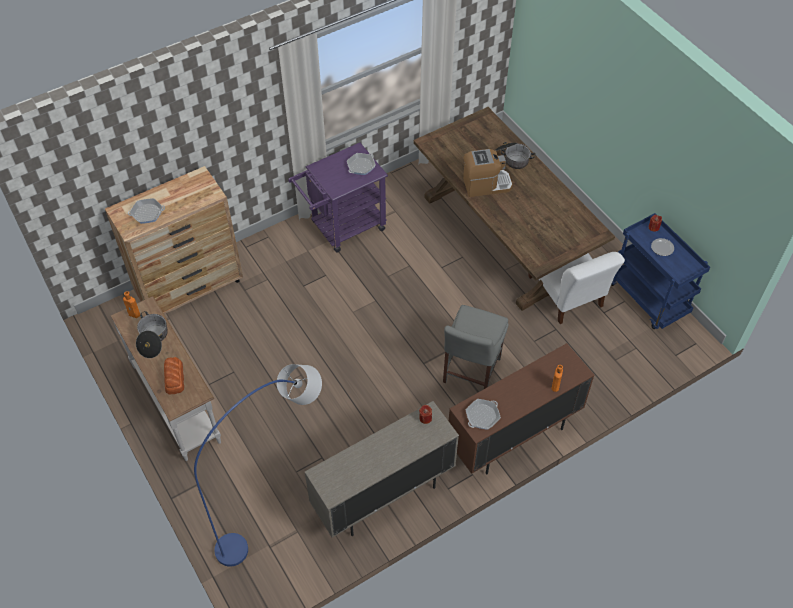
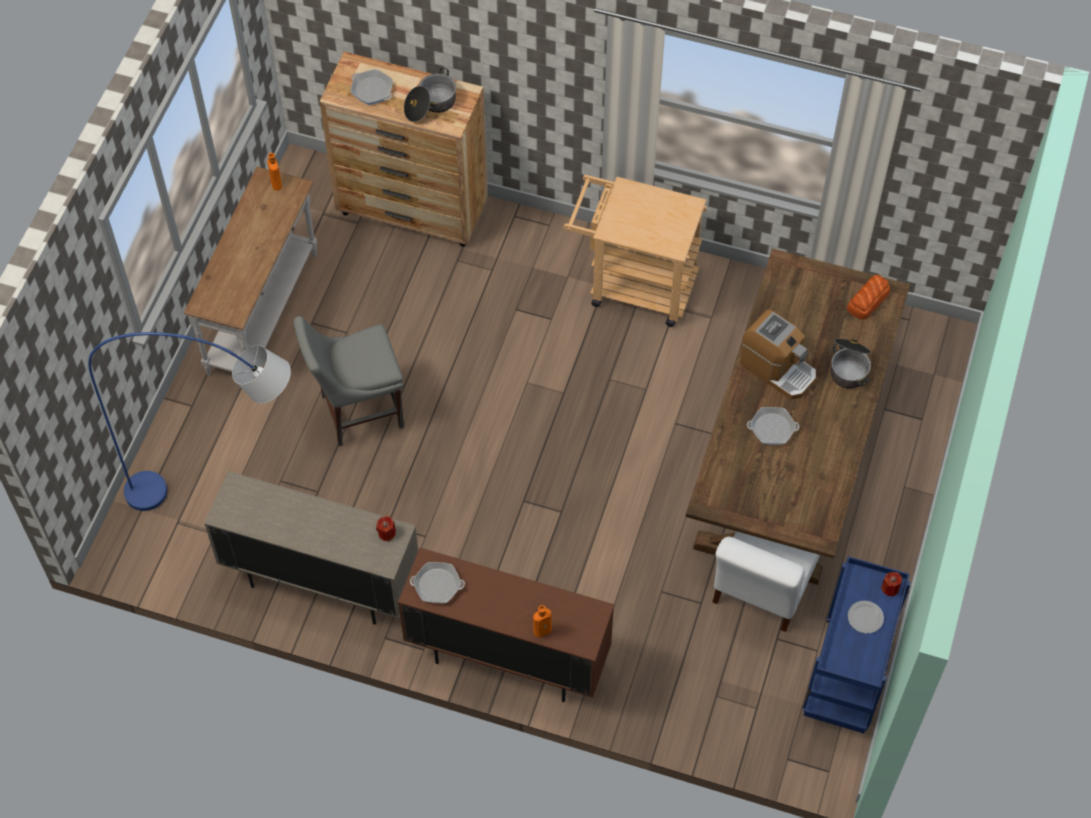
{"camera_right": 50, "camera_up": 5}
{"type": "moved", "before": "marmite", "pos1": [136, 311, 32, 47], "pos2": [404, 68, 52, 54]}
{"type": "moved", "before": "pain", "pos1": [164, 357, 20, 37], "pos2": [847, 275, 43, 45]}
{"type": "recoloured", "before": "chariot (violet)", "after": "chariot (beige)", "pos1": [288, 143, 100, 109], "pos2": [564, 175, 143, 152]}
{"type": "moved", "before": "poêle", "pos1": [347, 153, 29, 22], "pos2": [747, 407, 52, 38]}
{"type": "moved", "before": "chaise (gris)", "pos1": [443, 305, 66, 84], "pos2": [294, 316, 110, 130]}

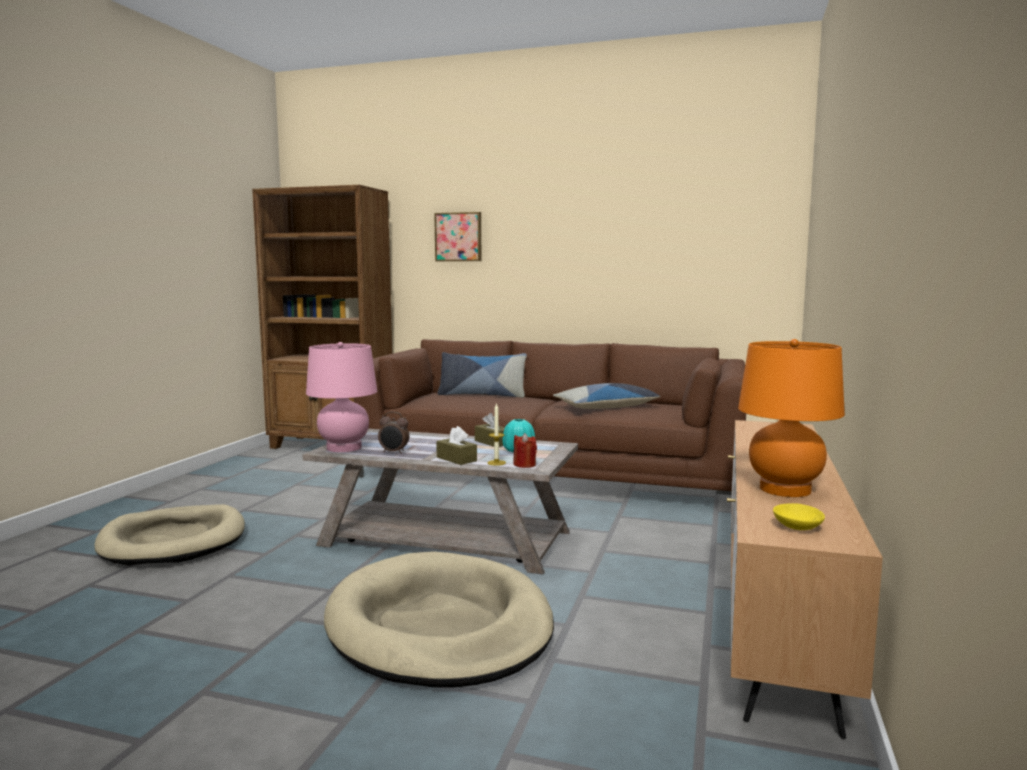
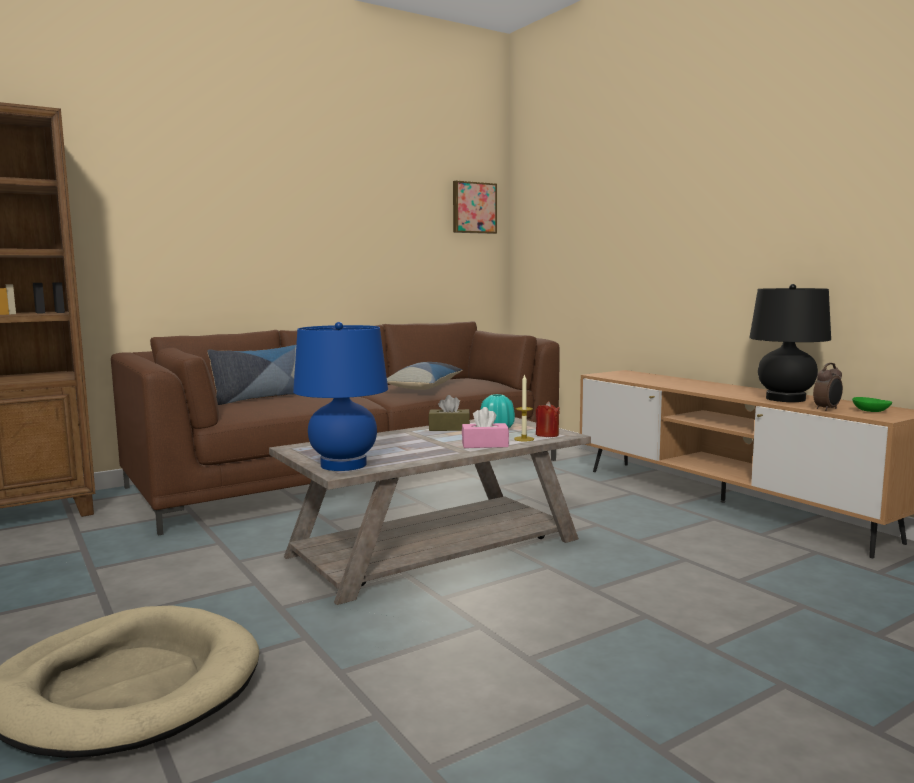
{"camera_right": -50, "camera_up": 0}
{"type": "recoloured", "before": "lampe de table (rose)", "after": "lampe de table (bleu)", "pos1": [306, 342, 71, 110], "pos2": [293, 322, 95, 149]}
{"type": "removed", "before": "panier pour chien (beige)", "pos1": [324, 551, 230, 137]}
{"type": "moved", "before": "réveil", "pos1": [378, 412, 31, 42], "pos2": [813, 363, 30, 48]}
{"type": "moved", "before": "tableau", "pos1": [434, 212, 47, 49], "pos2": [453, 180, 44, 54]}
{"type": "recoloured", "before": "boîte à mouchoirs (marron)", "after": "boîte à mouchoirs (rose)", "pos1": [436, 426, 41, 39], "pos2": [462, 407, 47, 41]}
{"type": "recoloured", "before": "lampe de table (orange)", "after": "lampe de table (noir)", "pos1": [738, 339, 107, 158], "pos2": [749, 284, 82, 118]}
{"type": "recoloured", "before": "bol (jaune)", "after": "bol (vert)", "pos1": [773, 503, 52, 27], "pos2": [852, 397, 40, 15]}

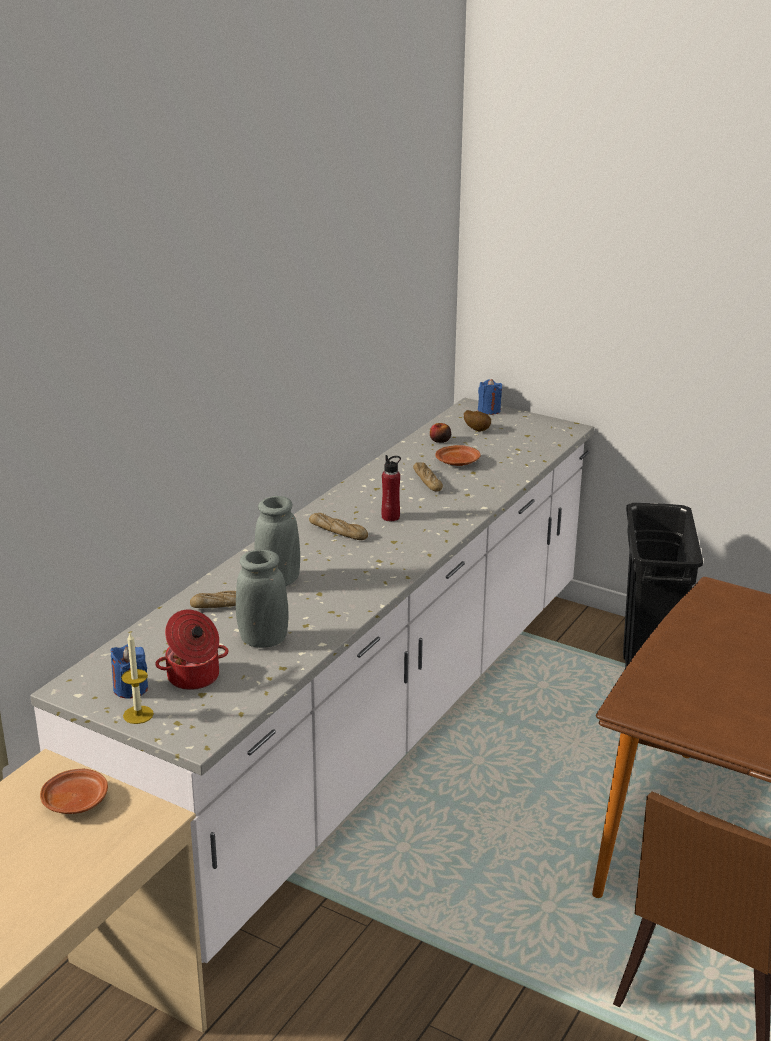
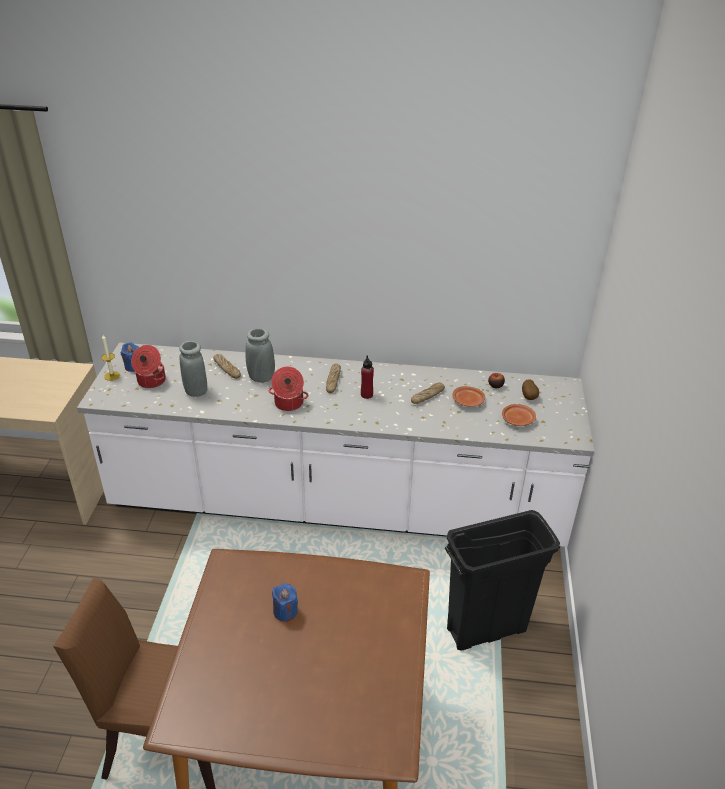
{"camera_right": 65, "camera_up": 10}
{"type": "moved", "before": "assiette (marron)", "pos1": [40, 769, 68, 45], "pos2": [502, 404, 34, 22]}
{"type": "moved", "before": "bougie (bleu)", "pos1": [478, 379, 24, 36], "pos2": [272, 583, 26, 38]}
{"type": "added", "after": "marmite", "pos2": [269, 367, 39, 44]}

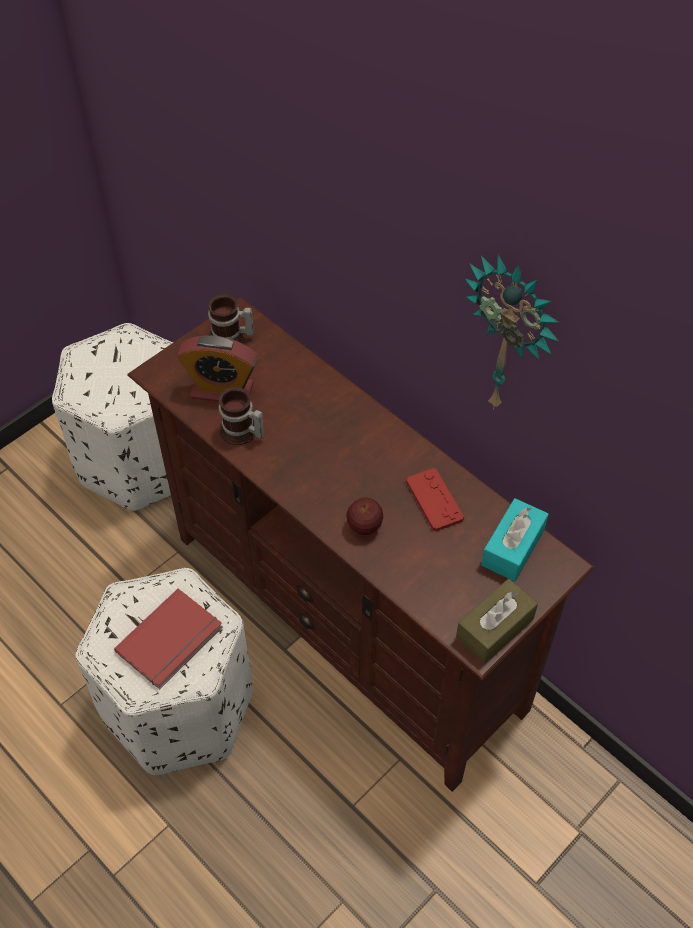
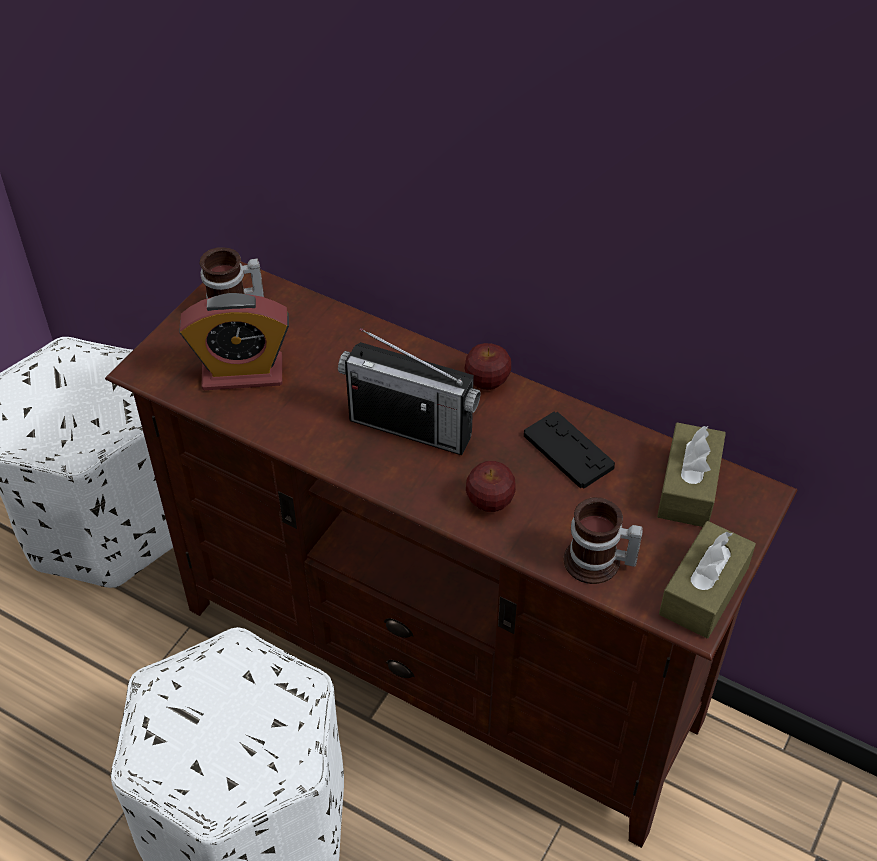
{"camera_right": -15, "camera_up": -5}
{"type": "removed", "before": "livre (rouge)", "pos1": [114, 588, 108, 101]}
{"type": "moved", "before": "mug", "pos1": [219, 387, 45, 58], "pos2": [564, 497, 79, 87]}
{"type": "recoloured", "before": "manette (rouge)", "after": "manette (noir)", "pos1": [406, 468, 58, 64], "pos2": [524, 411, 91, 78]}
{"type": "removed", "before": "horloge murale", "pos1": [465, 255, 94, 155]}
{"type": "recoloured", "before": "boîte à mouchoirs (turquoise)", "after": "boîte à mouchoirs (marron)", "pos1": [481, 498, 68, 83], "pos2": [657, 422, 69, 105]}
{"type": "added", "after": "radio", "pos2": [338, 328, 143, 127]}
{"type": "added", "after": "pomme", "pos2": [464, 343, 47, 47]}

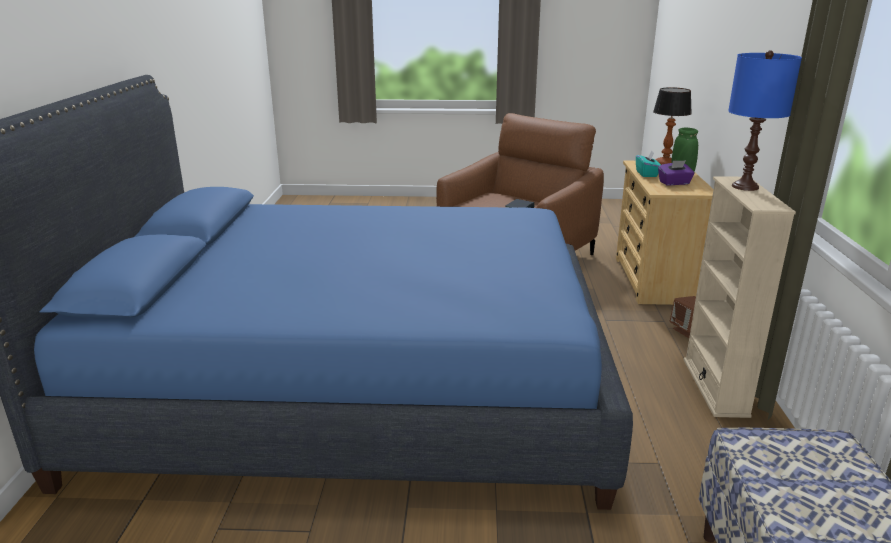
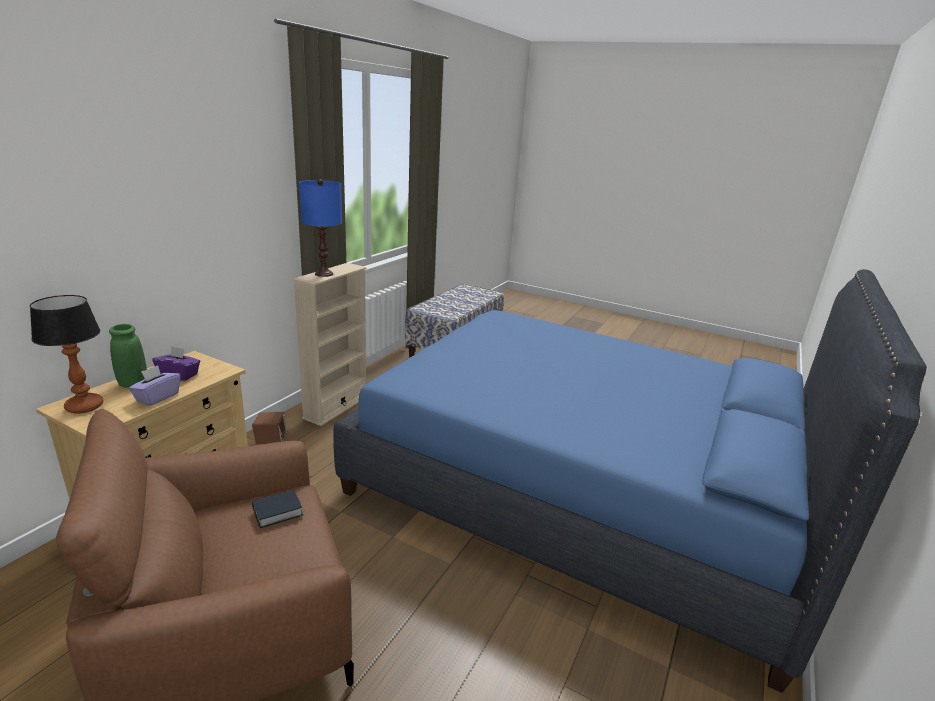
{"camera_right": -155, "camera_up": 0}
{"type": "recoloured", "before": "boîte à mouchoirs (turquoise)", "after": "boîte à mouchoirs (violet)", "pos1": [636, 150, 25, 27], "pos2": [129, 365, 51, 41]}

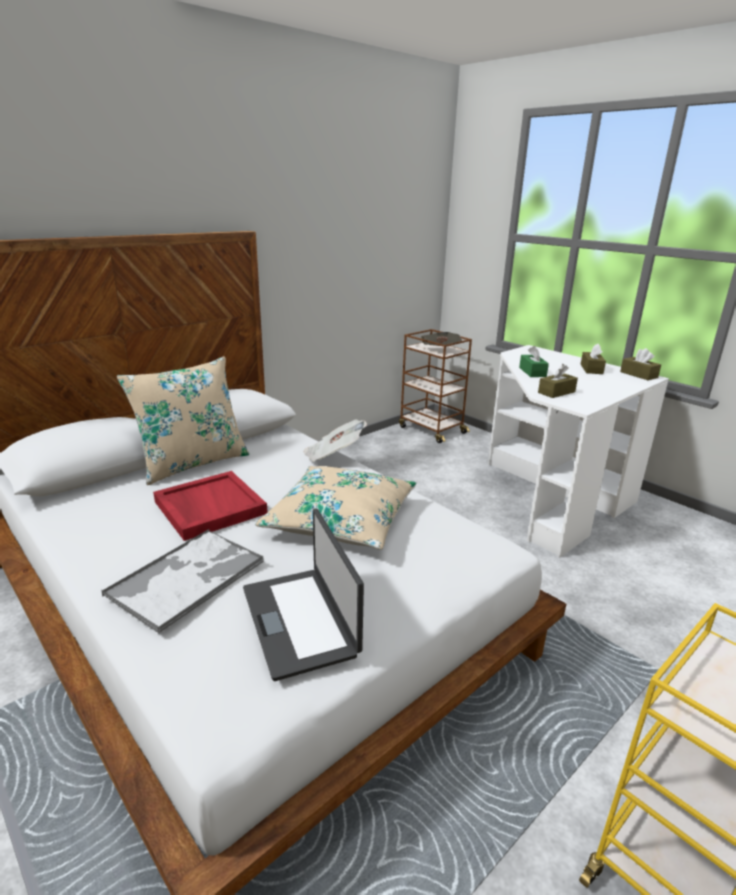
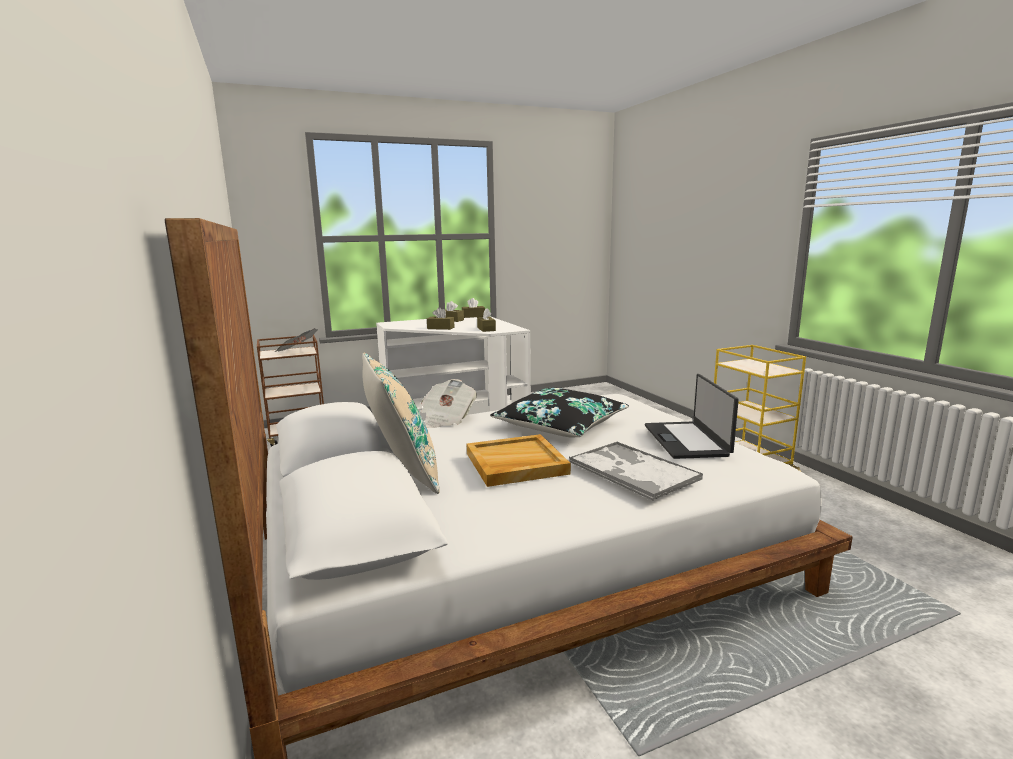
{"camera_right": -70, "camera_up": -10}
{"type": "recoloured", "before": "plateau (rouge)", "after": "plateau (beige)", "pos1": [153, 471, 114, 70], "pos2": [466, 434, 105, 53]}
{"type": "turned", "before": "ordinateur portable", "pos1": [243, 508, 121, 173], "pos2": [645, 374, 94, 85], "turn": 90}
{"type": "recoloured", "before": "coussin (beige)", "after": "coussin (noir)", "pos1": [255, 466, 161, 84], "pos2": [490, 388, 139, 50]}
{"type": "recoloured", "before": "boîte à mouchoirs (vert)", "after": "boîte à mouchoirs (marron)", "pos1": [519, 346, 30, 31], "pos2": [427, 307, 27, 23]}

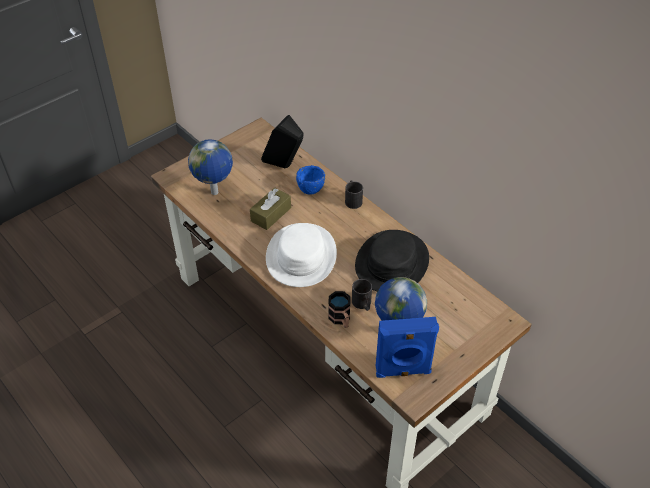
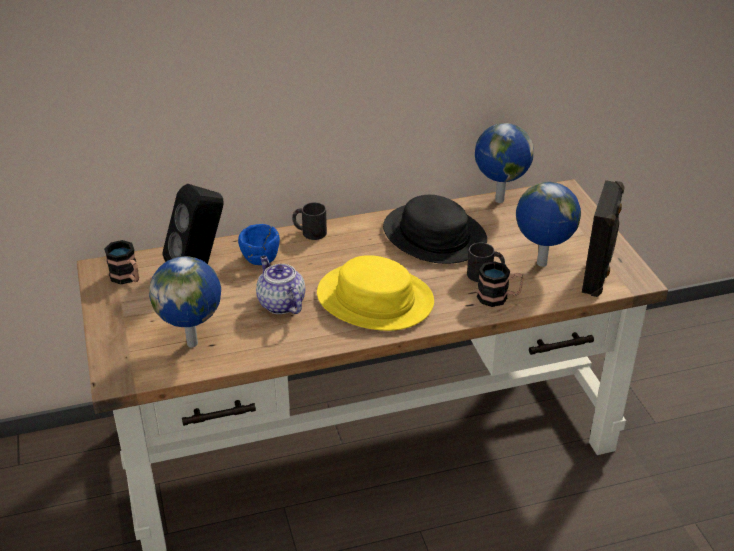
{"camera_right": -65, "camera_up": -10}
{"type": "replaced", "before": "boîte à mouchoirs (marron)", "after": "théière", "pos1": [250, 188, 41, 42], "pos2": [256, 255, 50, 59]}
{"type": "recoloured", "before": "chapeau (blanc)", "after": "chapeau (jaune)", "pos1": [266, 223, 71, 64], "pos2": [317, 255, 117, 76]}
{"type": "recoloured", "before": "enceinte (bleu)", "after": "enceinte (noir)", "pos1": [376, 317, 63, 61], "pos2": [582, 180, 43, 117]}
{"type": "added", "after": "mug", "pos2": [104, 240, 35, 44]}
{"type": "added", "after": "globe", "pos2": [475, 123, 59, 80]}

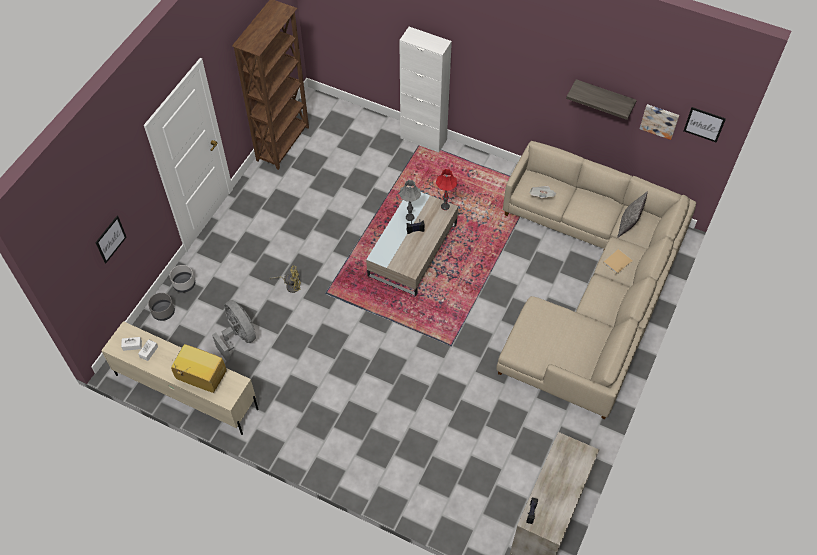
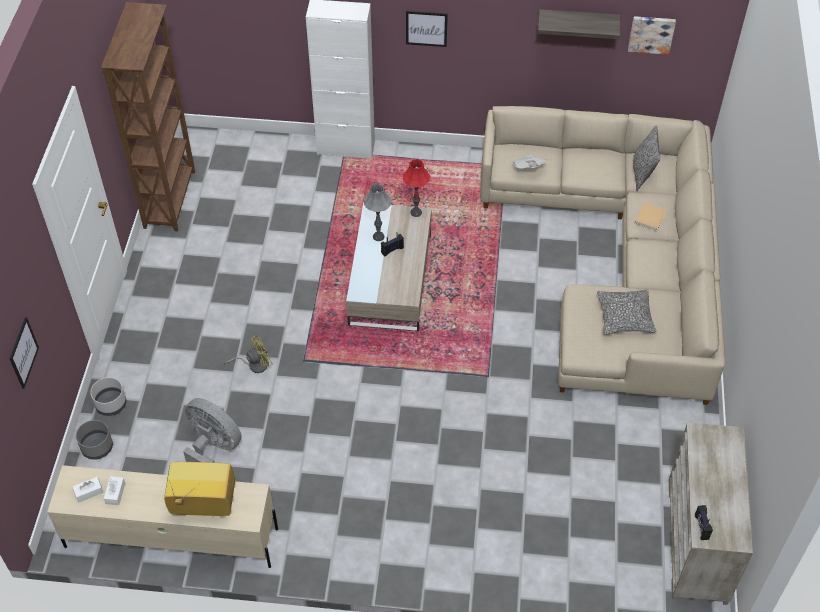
{"camera_right": -20, "camera_up": -5}
{"type": "moved", "before": "tableau", "pos1": [684, 107, 42, 36], "pos2": [406, 11, 42, 36]}
{"type": "added", "after": "coussin", "pos2": [597, 290, 60, 45]}

